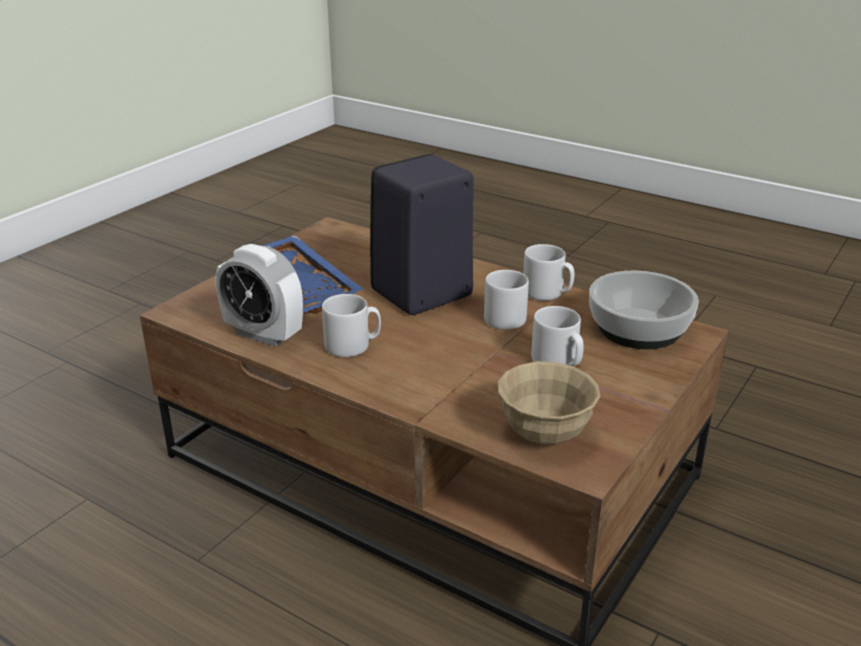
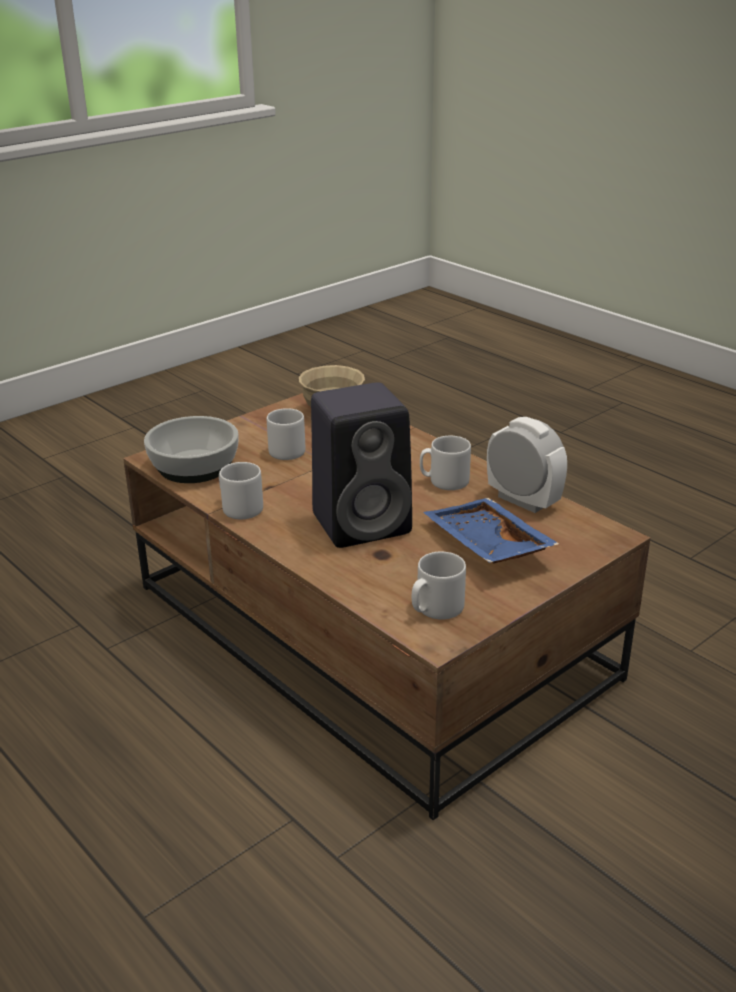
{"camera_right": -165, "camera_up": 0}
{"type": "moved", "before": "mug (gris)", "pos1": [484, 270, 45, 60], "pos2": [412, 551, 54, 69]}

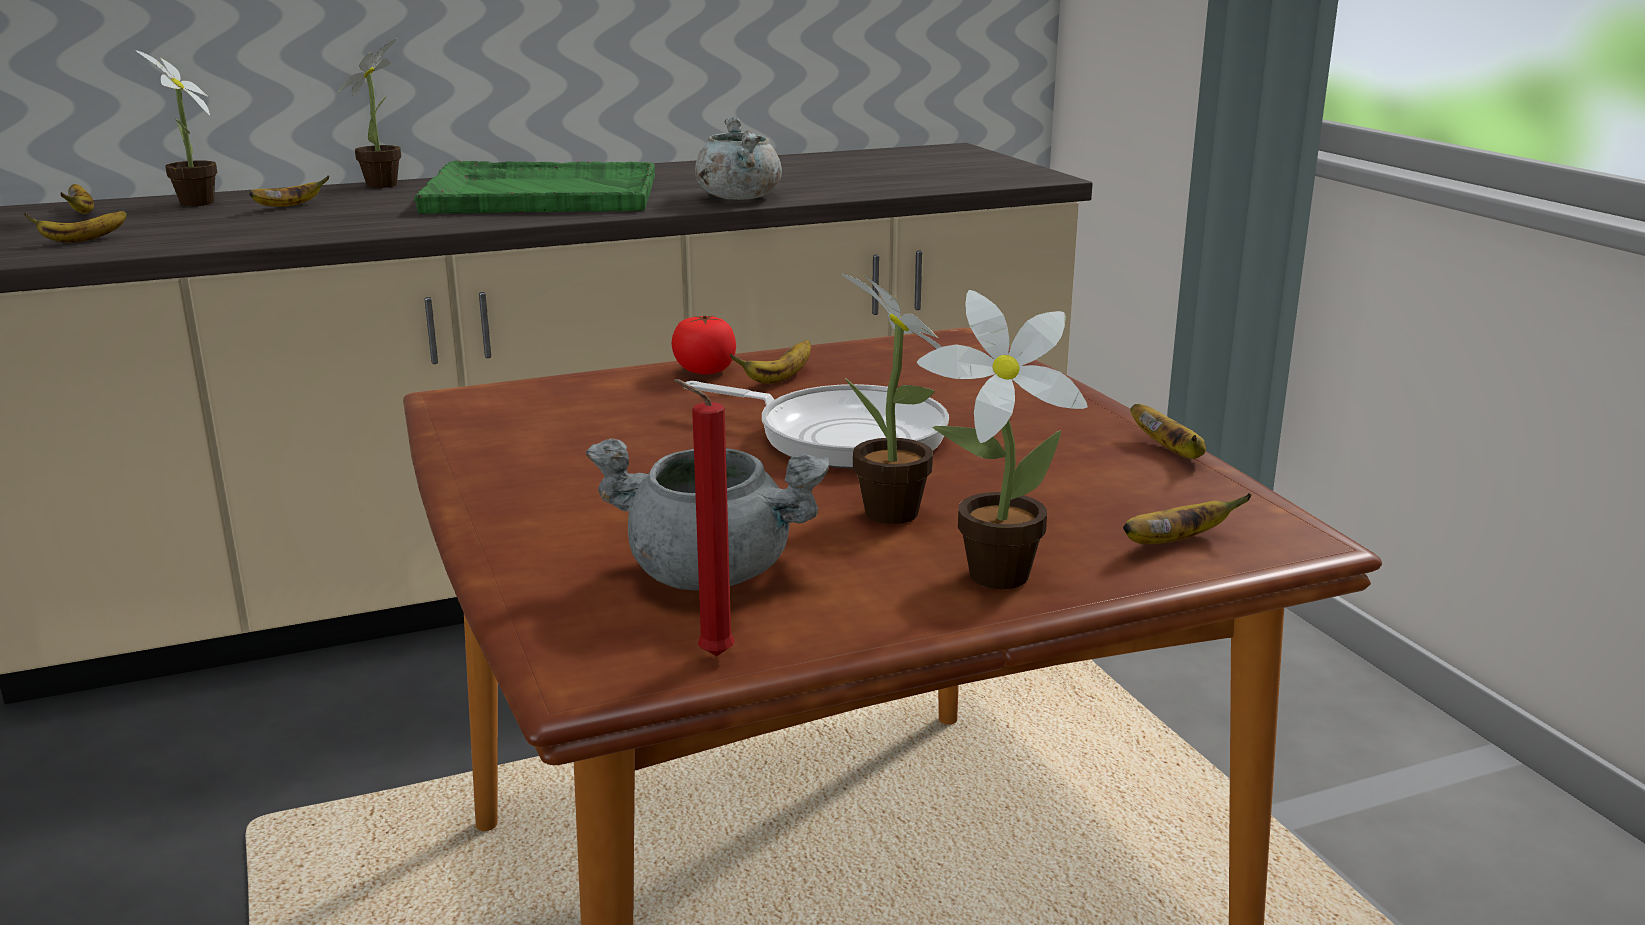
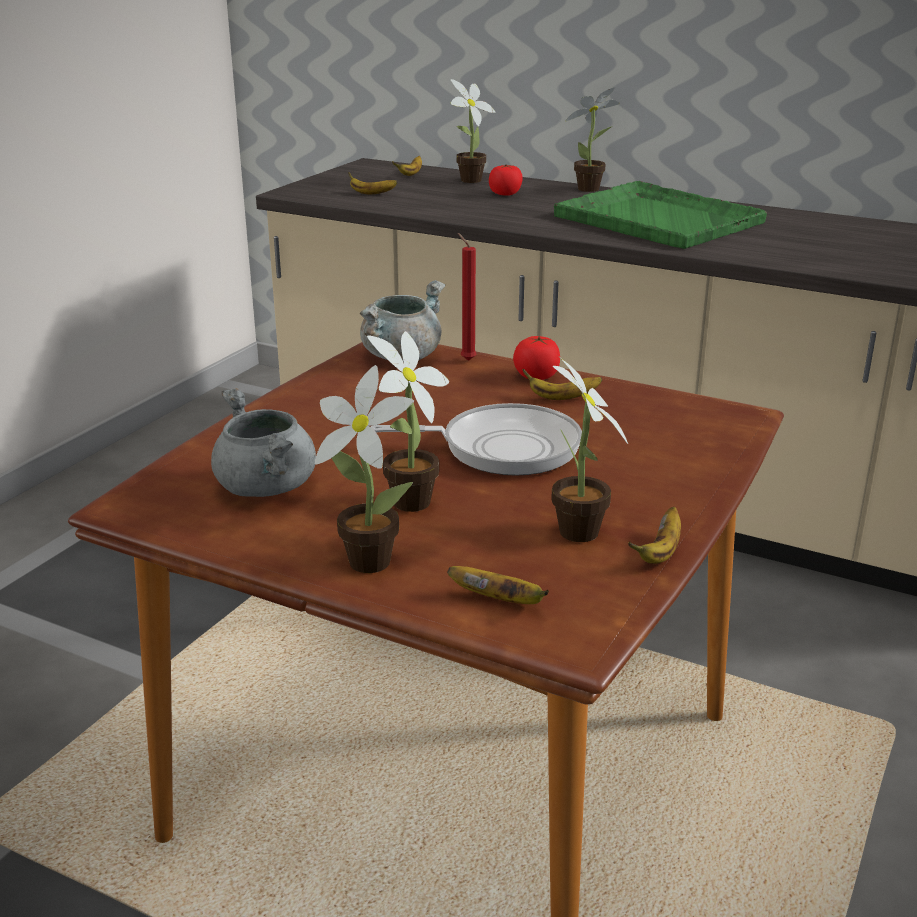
{"camera_right": 50, "camera_up": 5}
{"type": "replaced", "before": "banane", "after": "tomate", "pos1": [249, 176, 81, 31], "pos2": [489, 164, 34, 32]}
{"type": "moved", "before": "bougie (rouge)", "pos1": [674, 379, 61, 277], "pos2": [458, 233, 19, 128]}
{"type": "turned", "before": "poêle", "pos1": [685, 381, 264, 88], "pos2": [371, 403, 211, 73], "turn": -75}
{"type": "moved", "before": "marmite (gris)", "pos1": [695, 117, 87, 83], "pos2": [360, 280, 85, 80]}
{"type": "added", "after": "plante en pot", "pos2": [551, 357, 77, 185]}

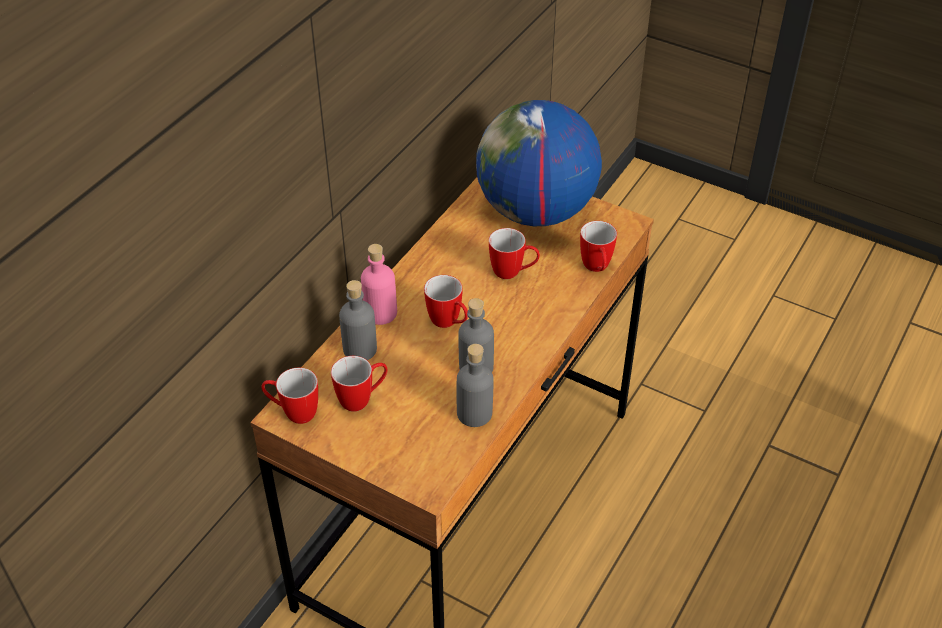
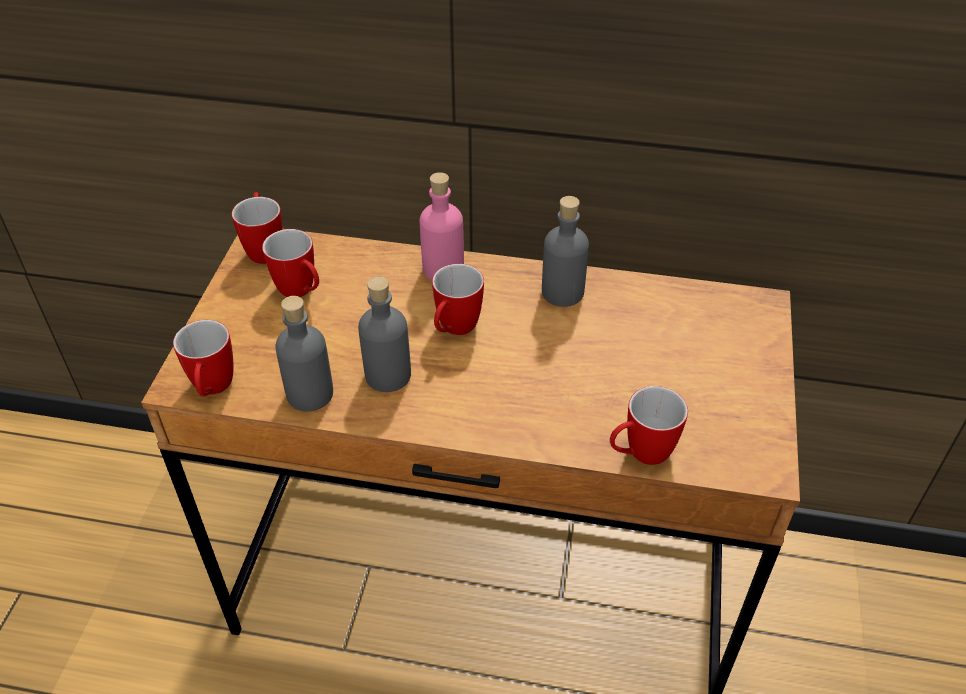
{"camera_right": 70, "camera_up": 0}
{"type": "moved", "before": "bouteille (gris)", "pos1": [339, 280, 38, 80], "pos2": [542, 196, 47, 111]}
{"type": "removed", "before": "globe", "pos1": [476, 100, 126, 126]}
{"type": "moved", "before": "mug", "pos1": [489, 228, 51, 51], "pos2": [173, 320, 61, 76]}

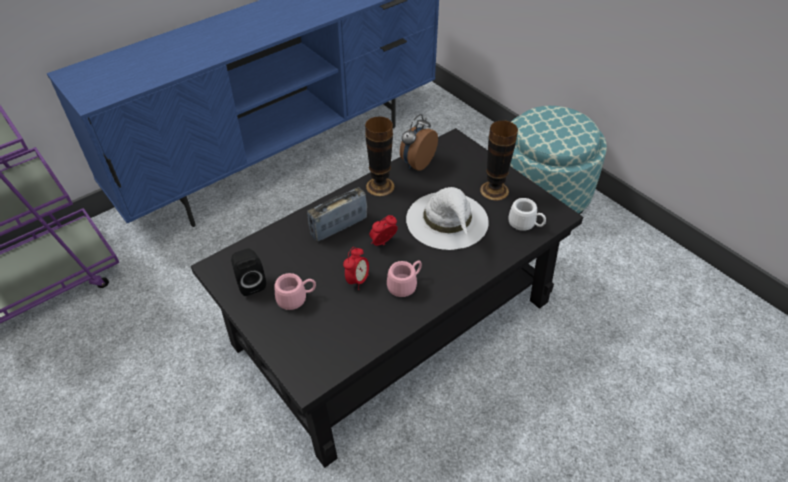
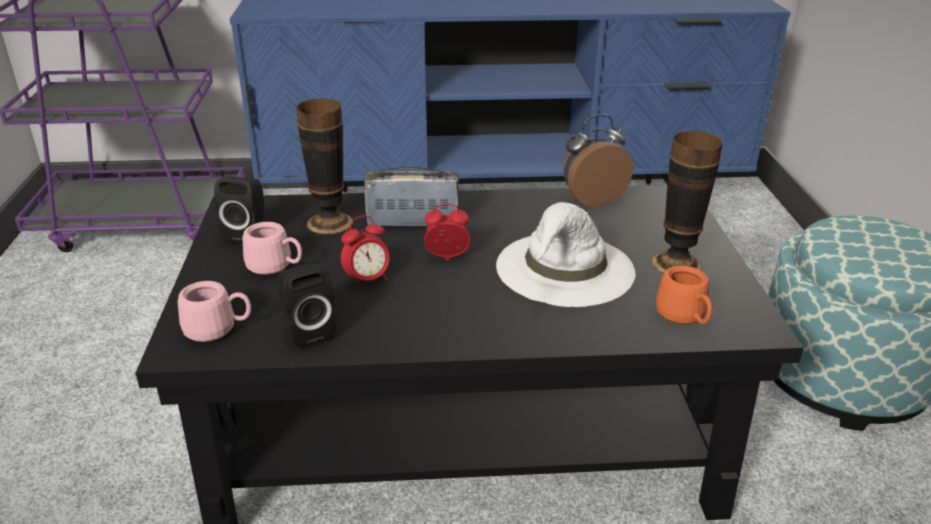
{"camera_right": 35, "camera_up": -15}
{"type": "moved", "before": "vase", "pos1": [365, 116, 30, 80], "pos2": [296, 98, 57, 136]}
{"type": "moved", "before": "mug (rose)", "pos1": [387, 261, 35, 36], "pos2": [178, 281, 73, 61]}
{"type": "recoloured", "before": "mug (blanc)", "after": "mug (orange)", "pos1": [509, 198, 37, 33], "pos2": [656, 266, 56, 58]}
{"type": "added", "after": "enceinte (noir)", "pos2": [277, 264, 59, 84]}

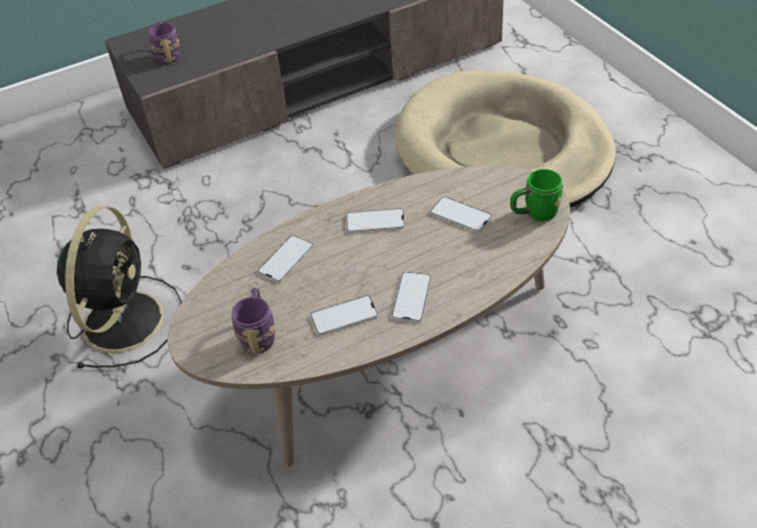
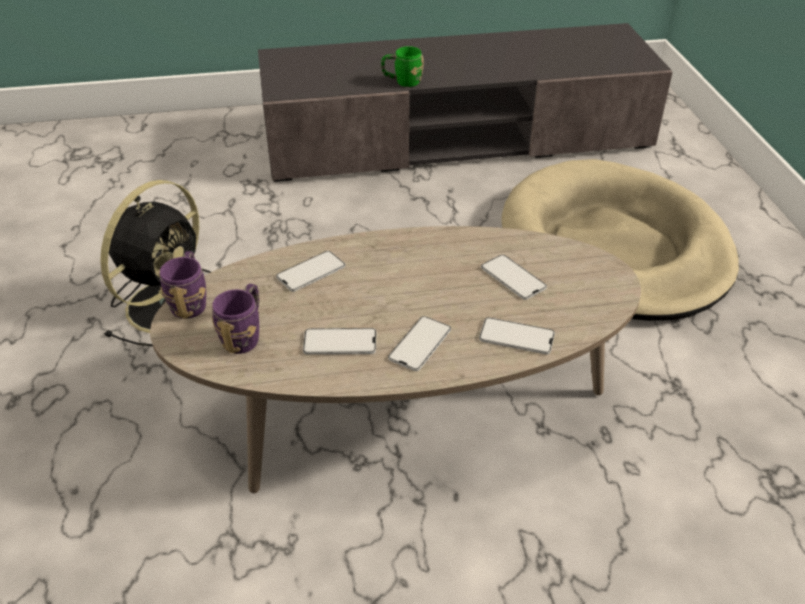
{"camera_right": 15, "camera_up": -5}
{"type": "moved", "before": "mug (violet)", "pos1": [149, 22, 31, 41], "pos2": [160, 251, 46, 68]}
{"type": "moved", "before": "téléphone", "pos1": [346, 208, 59, 25], "pos2": [479, 318, 76, 37]}
{"type": "moved", "before": "mug (vert)", "pos1": [510, 169, 53, 52], "pos2": [381, 46, 43, 41]}

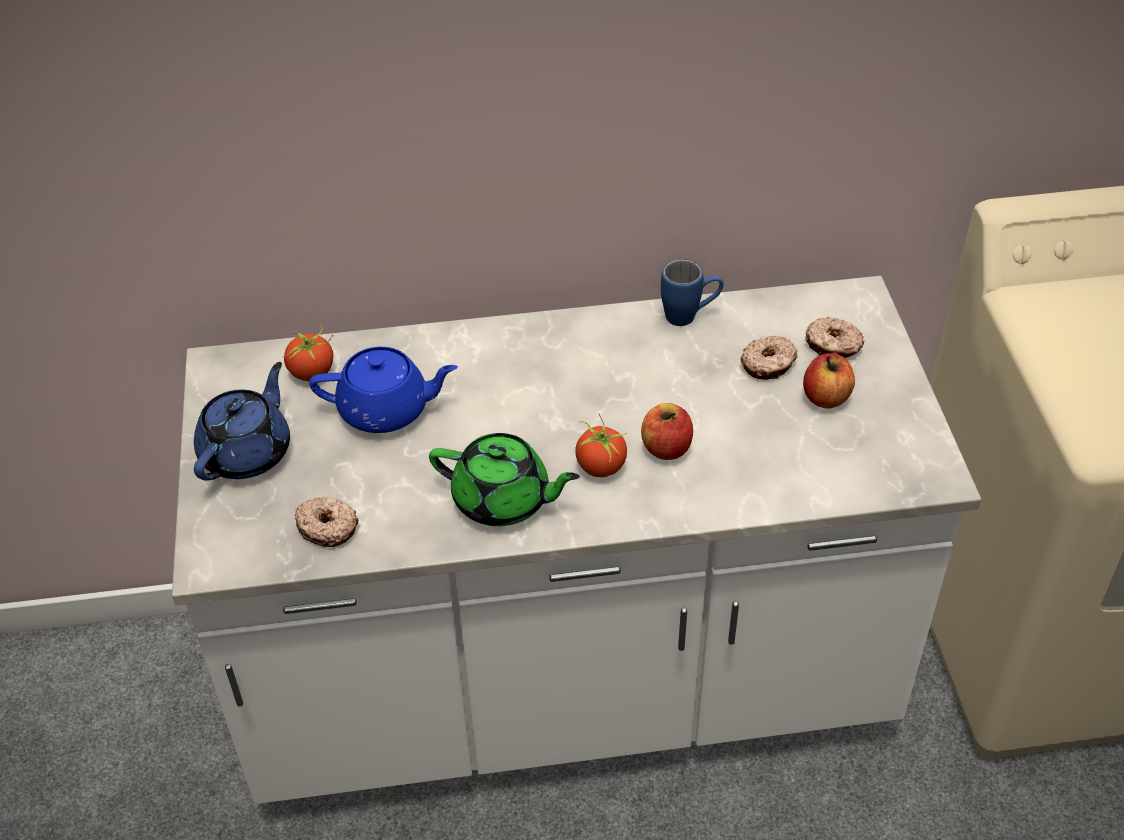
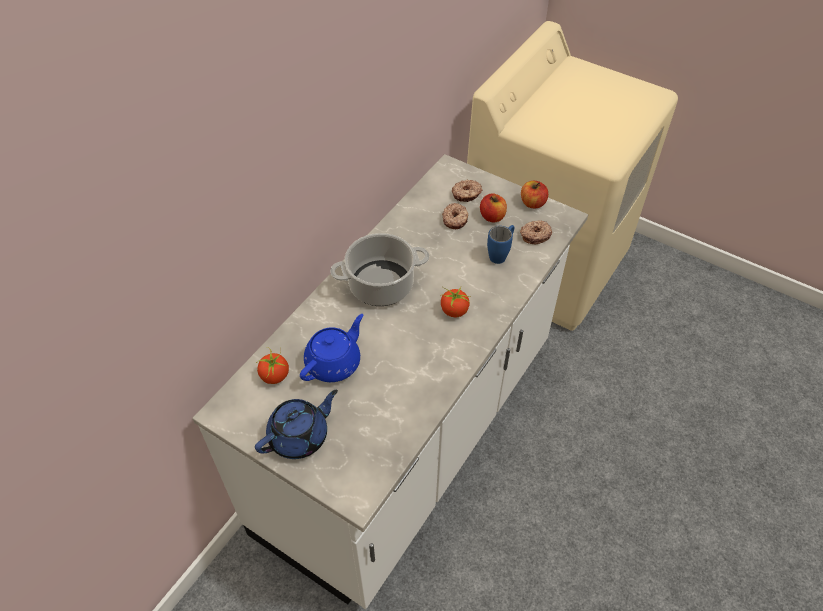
{"camera_right": -50, "camera_up": 5}
{"type": "turned", "before": "théière (bleu)", "pos1": [194, 362, 96, 119], "pos2": [255, 390, 83, 69], "turn": 75}
{"type": "moved", "before": "beignet", "pos1": [295, 497, 63, 50], "pos2": [520, 220, 32, 25]}
{"type": "removed", "before": "théière (vert)", "pos1": [429, 433, 151, 93]}
{"type": "moved", "before": "pomme", "pos1": [641, 403, 52, 57], "pos2": [521, 181, 27, 28]}
{"type": "moved", "before": "mug (bleu)", "pos1": [661, 259, 63, 67], "pos2": [487, 225, 27, 39]}
{"type": "added", "after": "marmite", "pos2": [330, 233, 99, 73]}

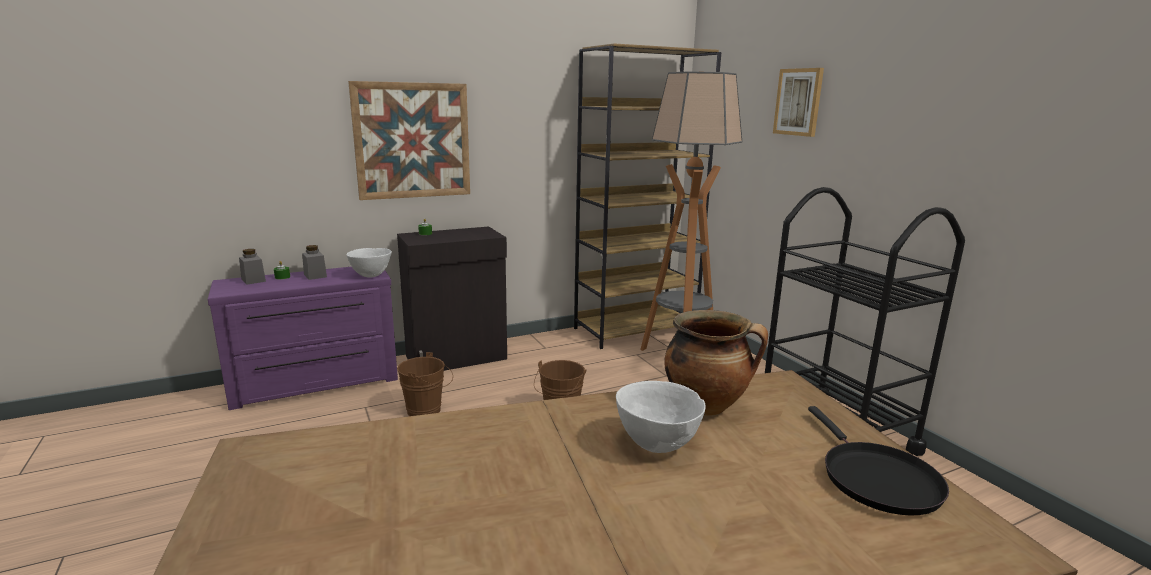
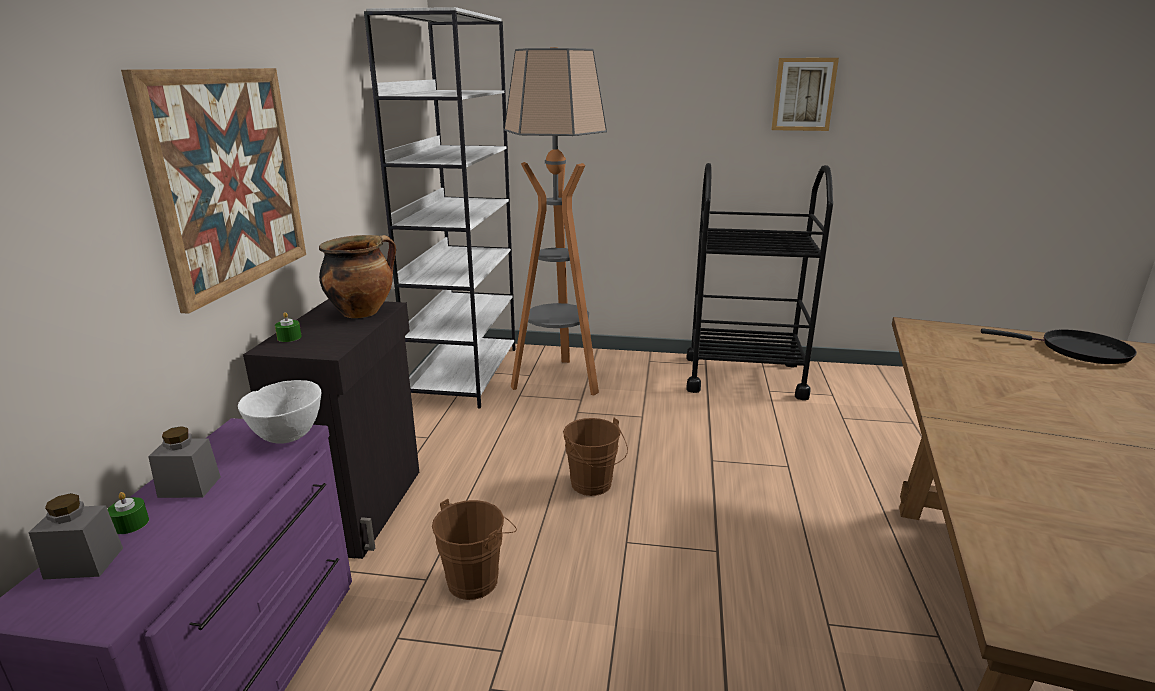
{"camera_right": -55, "camera_up": 5}
{"type": "recoloured", "before": "bibliothèque (marron)", "after": "bibliothèque (blanc)", "pos1": [574, 44, 147, 305], "pos2": [364, 7, 152, 401]}
{"type": "removed", "before": "bol (blanc)", "pos1": [616, 381, 90, 72]}
{"type": "moved", "before": "marmite", "pos1": [664, 310, 104, 106], "pos2": [319, 235, 77, 83]}
{"type": "moved", "before": "tableau", "pos1": [773, 68, 51, 69], "pos2": [771, 58, 68, 73]}

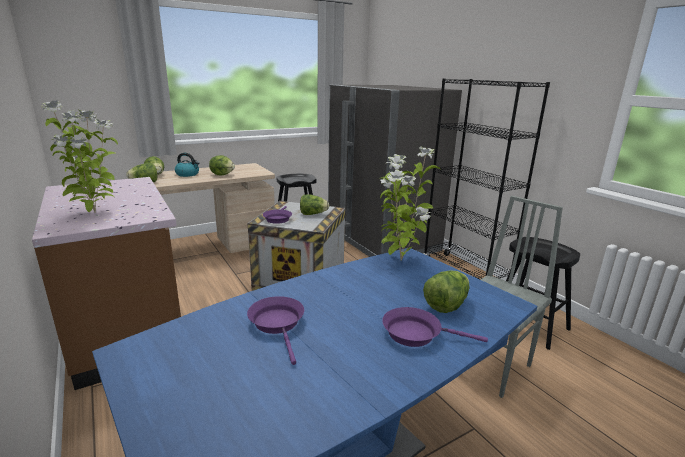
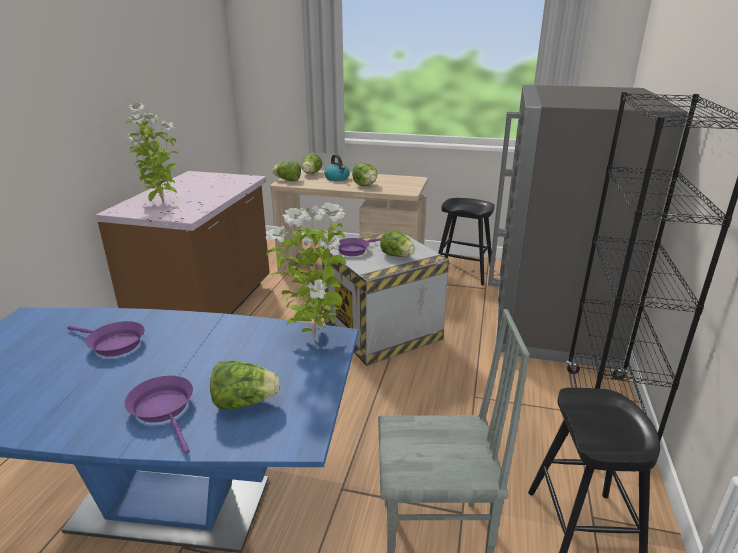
{"camera_right": 45, "camera_up": 5}
{"type": "turned", "before": "poêle (violet)", "pos1": [247, 296, 57, 69], "pos2": [67, 321, 78, 36], "turn": 90}

